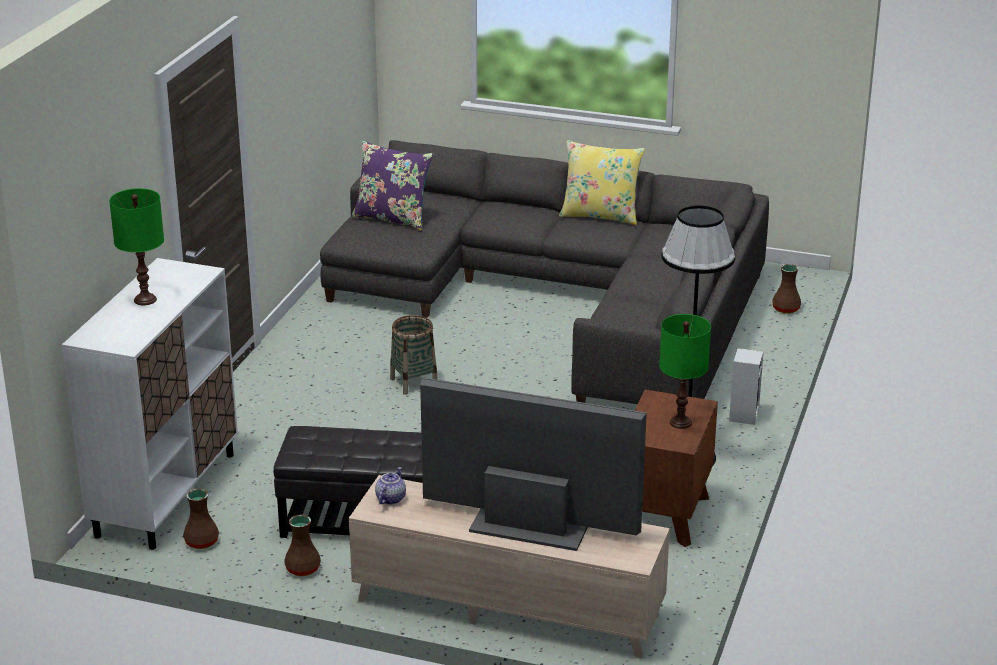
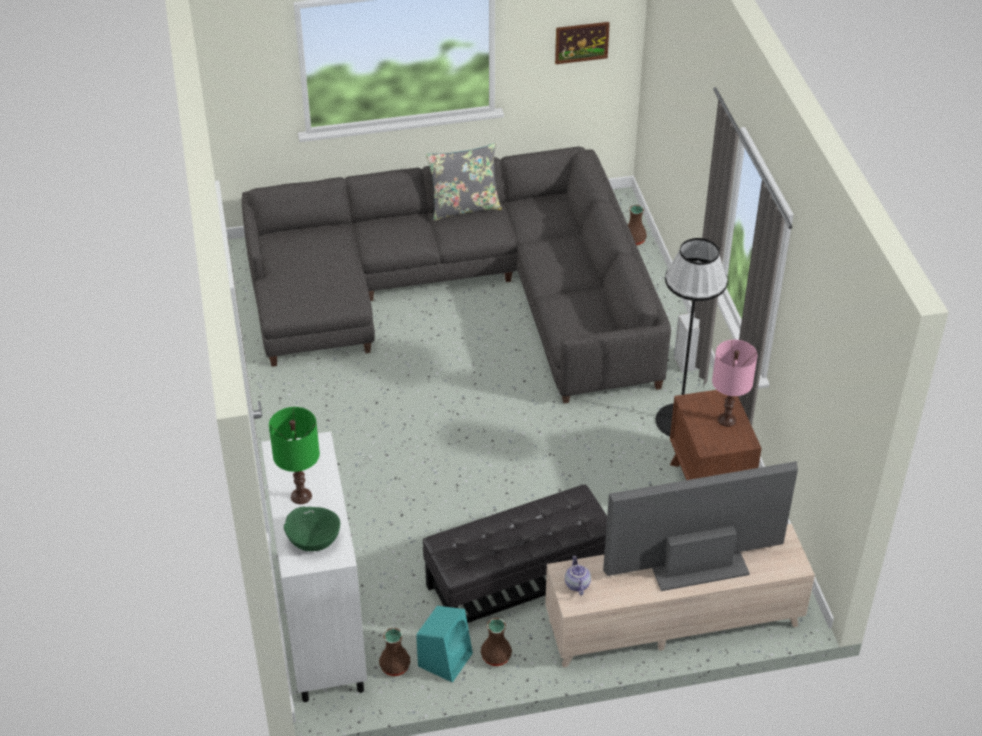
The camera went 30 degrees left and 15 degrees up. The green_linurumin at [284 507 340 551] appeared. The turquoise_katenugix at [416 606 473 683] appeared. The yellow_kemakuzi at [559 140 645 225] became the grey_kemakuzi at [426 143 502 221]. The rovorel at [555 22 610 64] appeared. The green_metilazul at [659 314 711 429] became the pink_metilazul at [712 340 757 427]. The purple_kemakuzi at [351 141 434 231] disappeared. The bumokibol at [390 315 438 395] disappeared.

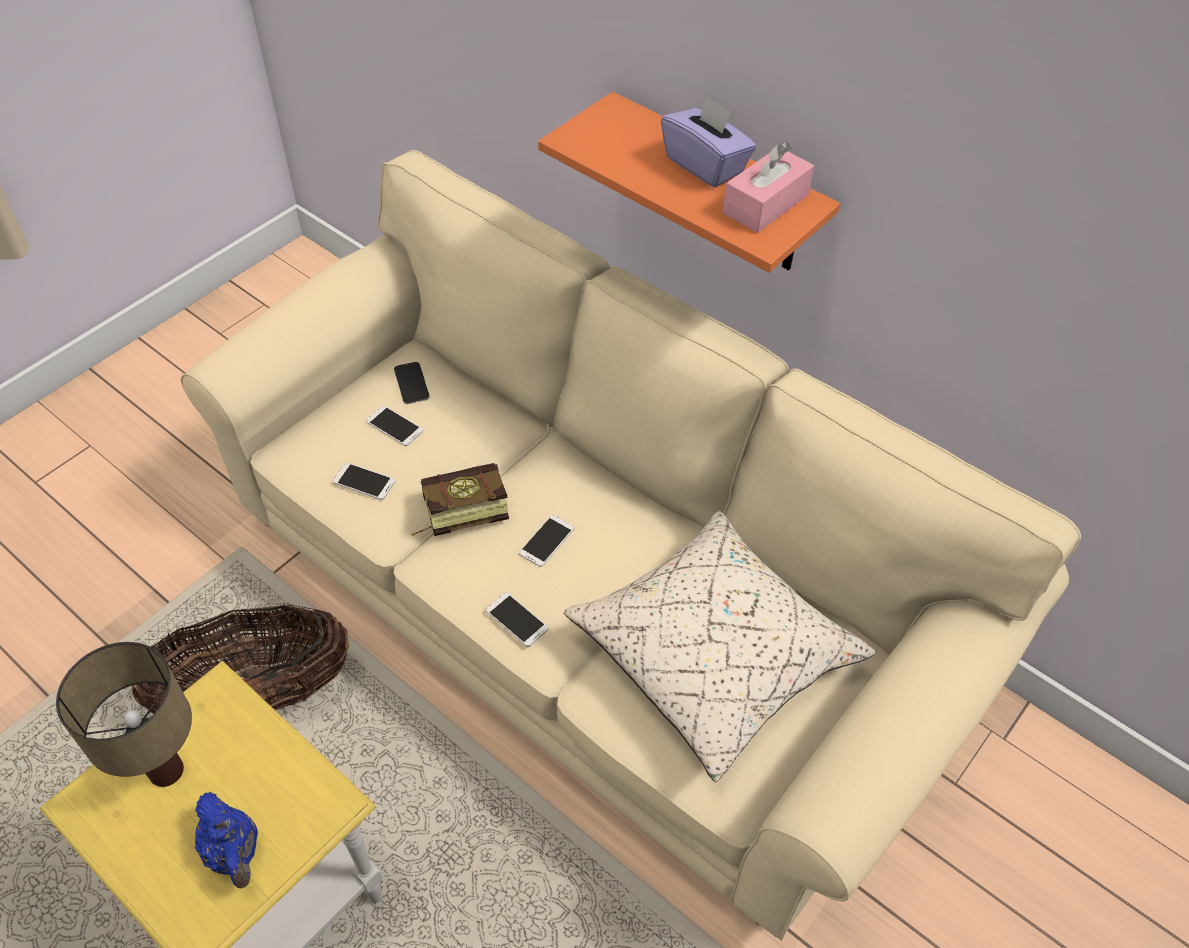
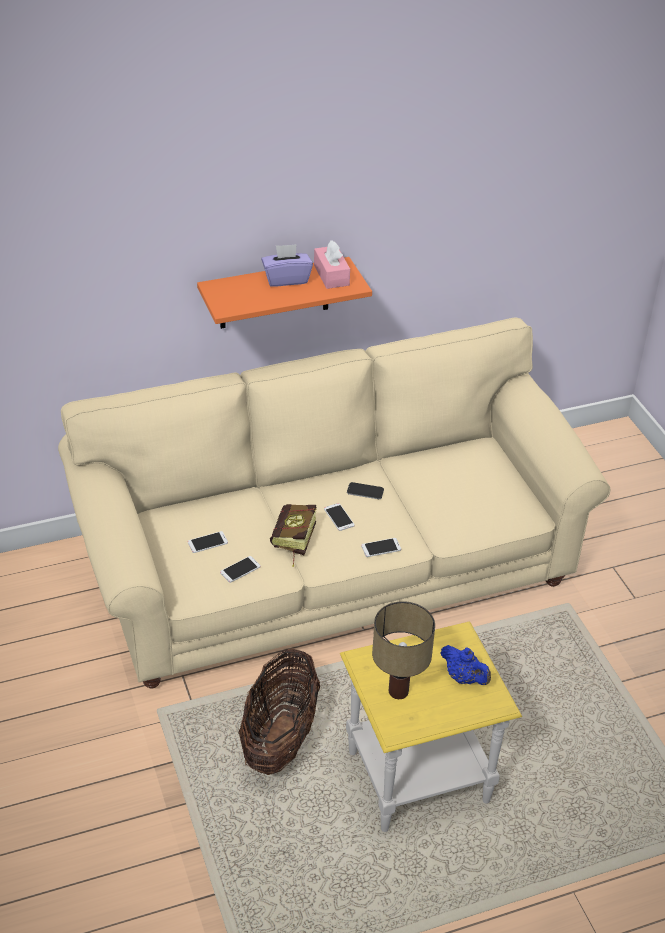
The camera went 60 degrees left and 10 degrees down. The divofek moved from [394 362 430 404] to [347 482 384 499]. The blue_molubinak at [195 792 258 888] turned 45 degrees clockwise. The beige_kemakuzi at [564 511 876 782] disappeared.

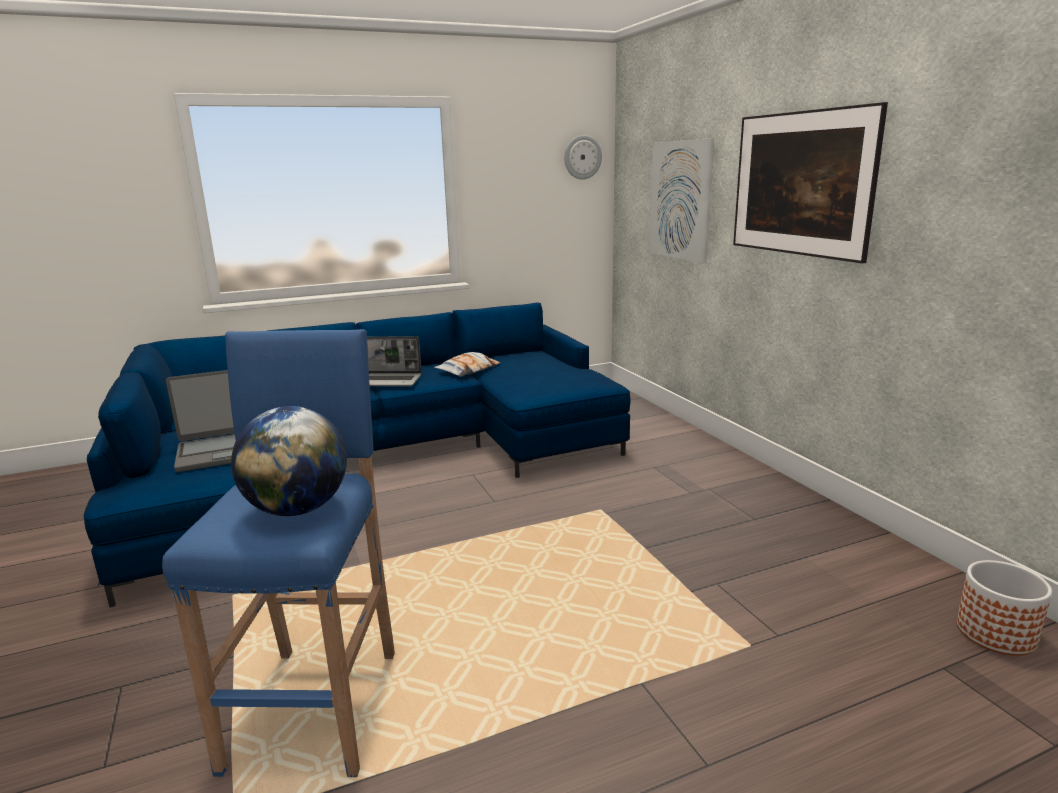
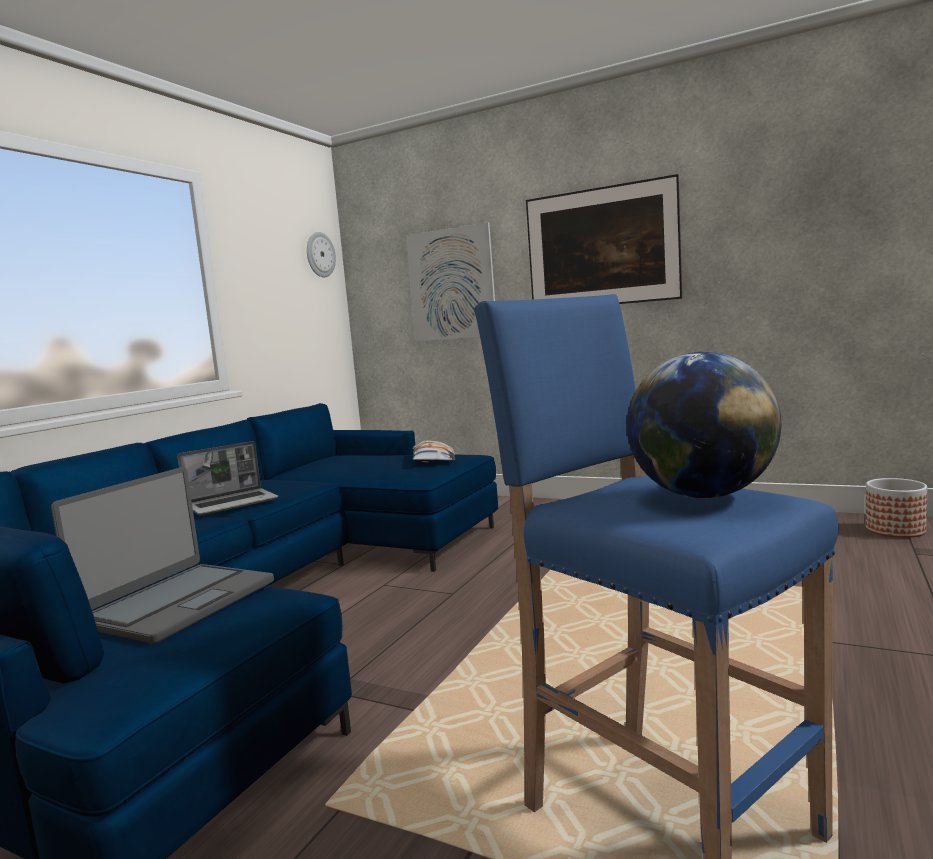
The camera went 40 degrees left and 10 degrees down. The kemakuzi moved from [434 352 500 377] to [412 441 456 463].

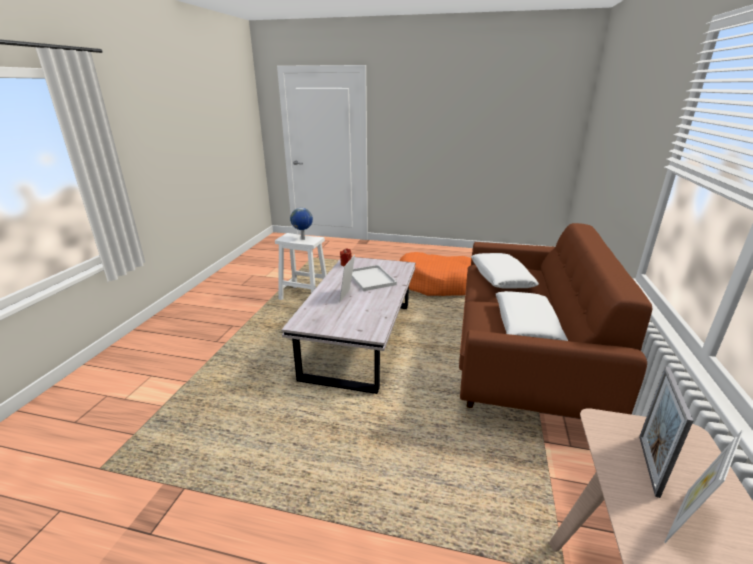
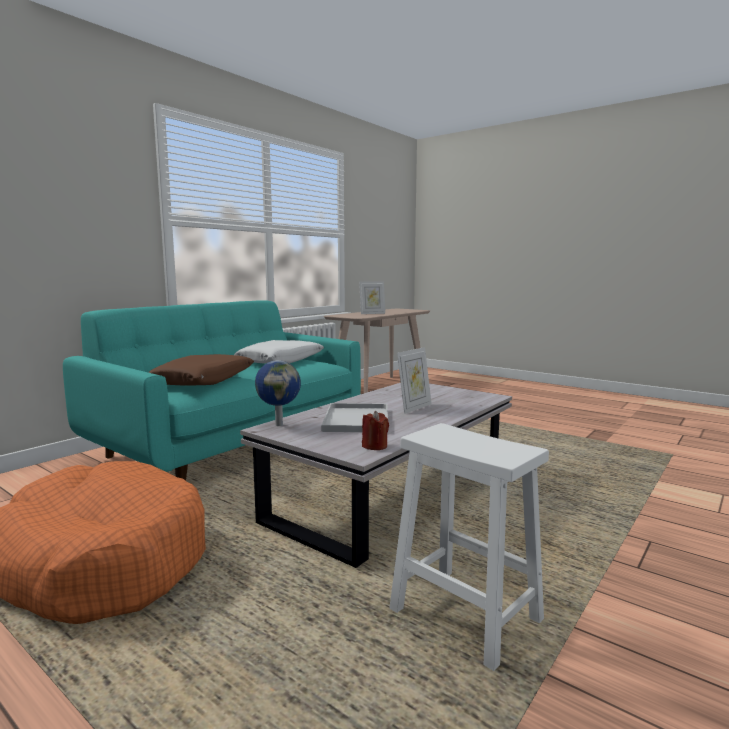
The camera went 155 degrees left and 15 degrees down. The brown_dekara at [459 223 652 419] became the turquoise_dekara at [63 300 361 481]. The white_kemakuzi at [471 253 539 289] became the brown_kemakuzi at [148 354 254 386]. The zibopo moved from [290 208 313 240] to [255 360 301 426]. The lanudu at [639 366 693 498] disappeared.

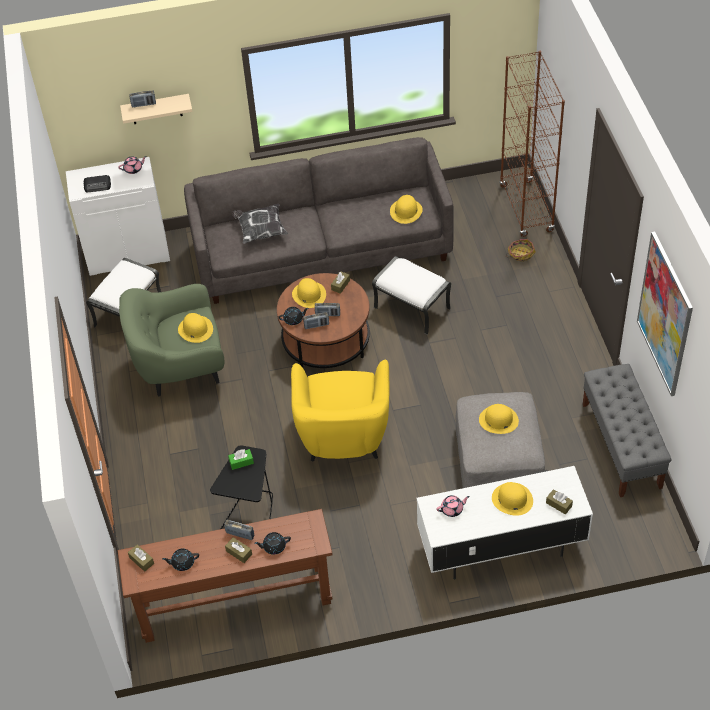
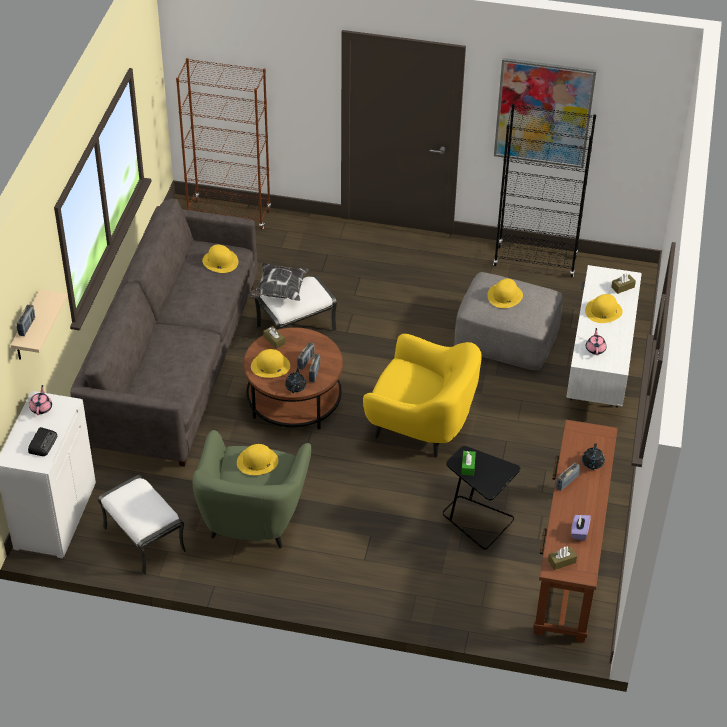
The camera went 70 degrees left and 5 degrees down. The kemakuzi moved from [232 204 288 244] to [249 263 309 301]. The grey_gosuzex at [582 364 671 497] was replaced by the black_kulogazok at [493 104 596 277]. The black_molubinak at [162 548 199 571] was replaced by the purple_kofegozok at [571 515 591 541]. The brown_kofegozok at [225 537 252 563] disappeared. The bumokibol at [506 239 536 262] disappeared.

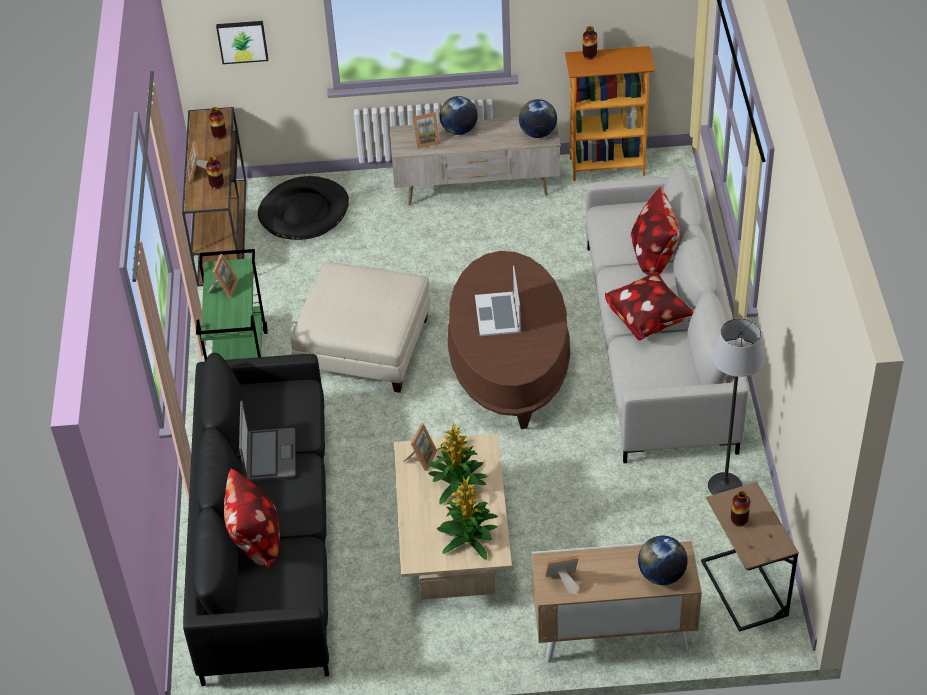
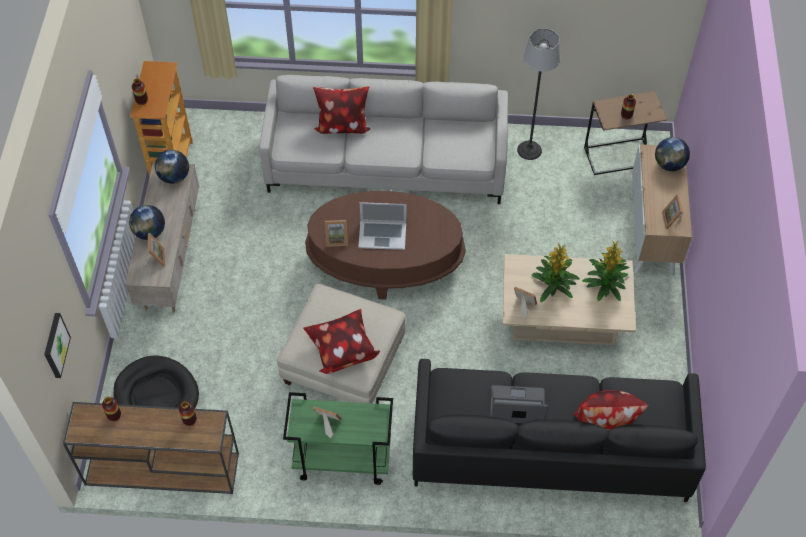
The camera went 85 degrees left and 10 degrees up. The kemakuzi moved from [605 272 694 340] to [303 309 380 374]. The lanudu moved from [187 141 209 183] to [325 220 348 247].

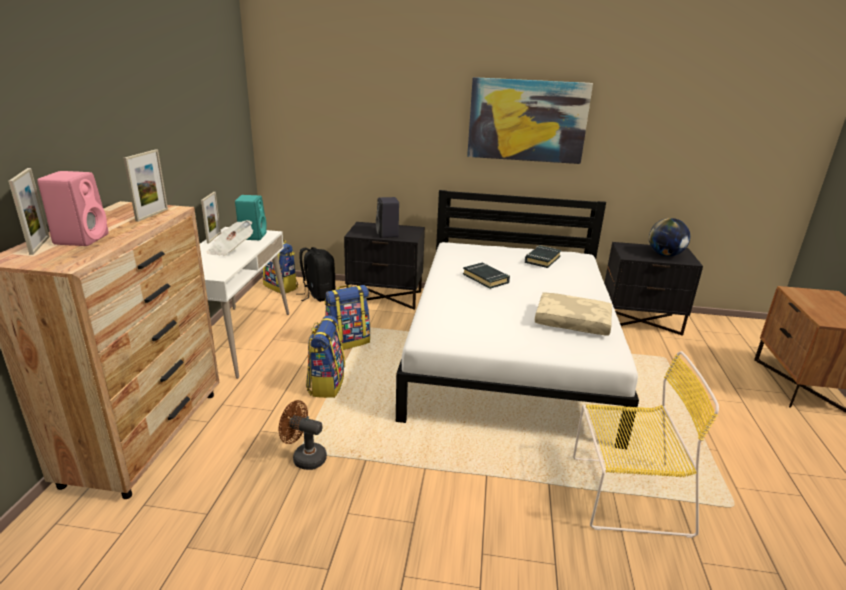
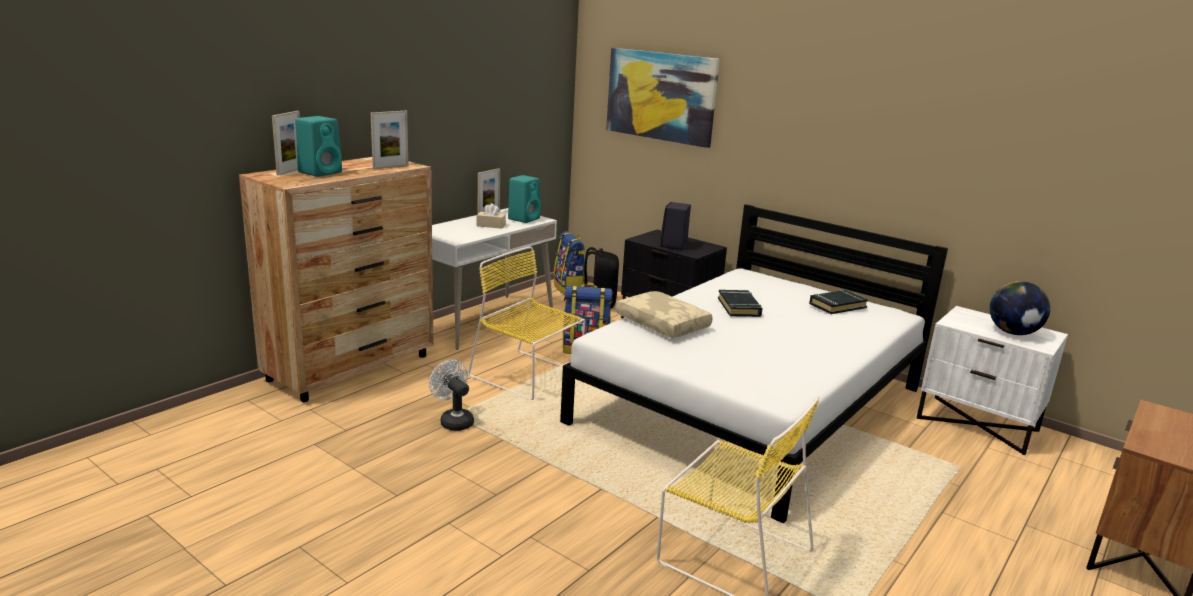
The camera went 30 degrees right and 5 degrees down. The pink_katenugix at [37 171 109 246] became the turquoise_katenugix at [295 116 342 177]. The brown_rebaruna at [278 400 327 470] became the white_rebaruna at [429 359 474 431]. The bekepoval at [306 315 345 398] was replaced by the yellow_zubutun at [468 246 585 400]. The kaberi at [207 220 253 256] was replaced by the beige_kofegozok at [477 203 506 229]. The rovorel moved from [467 77 593 164] to [606 48 720 148]. The beige_kemakuzi moved from [535 292 612 336] to [616 291 712 338]. The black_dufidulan at [604 242 703 336] became the white_dufidulan at [917 306 1068 455].

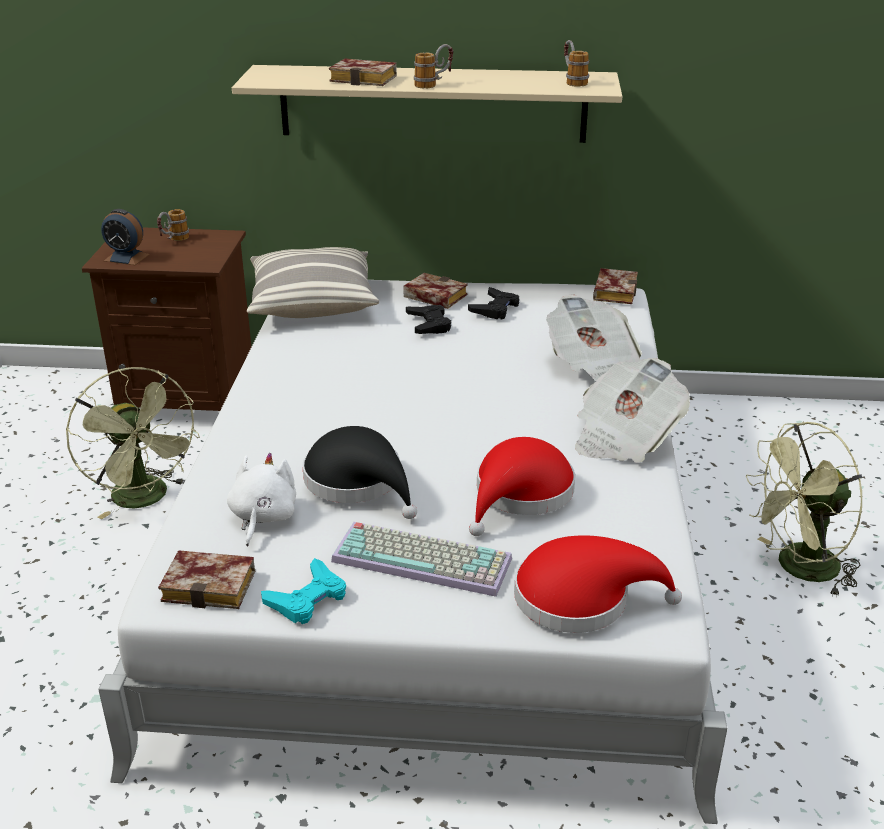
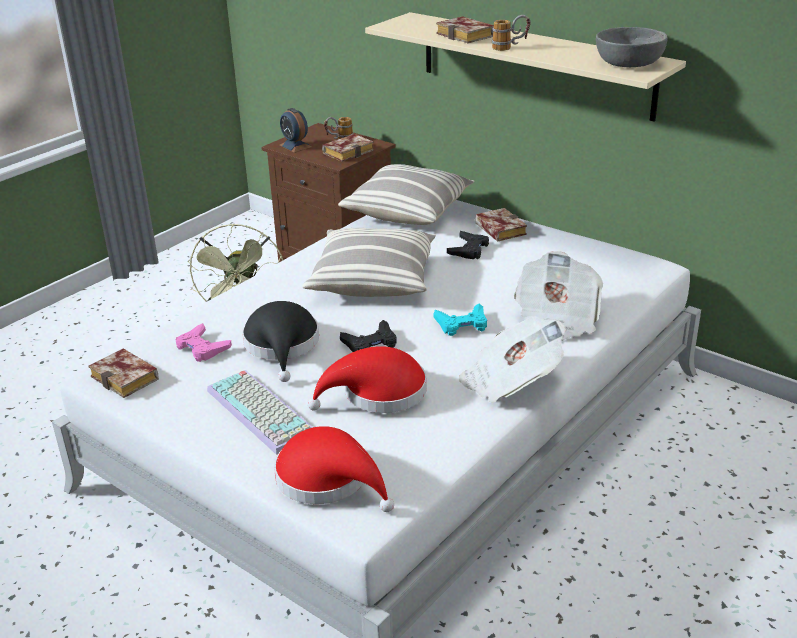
The camera went 35 degrees right and 0 degrees up. The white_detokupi at [227 453 296 547] was replaced by the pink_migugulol at [175 323 232 362]. The kemakuzi at [303 228 436 297] appeared. The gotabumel moved from [593 268 638 304] to [322 134 374 162]. The black_migugulol moved from [468 287 519 320] to [340 320 397 352]. The turquoise_migugulol moved from [261 558 346 624] to [433 303 487 336]. The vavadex at [564 40 589 87] was replaced by the grey_linurumin at [596 27 668 67]. The green_rebaruna at [746 422 862 598] disappeared.

